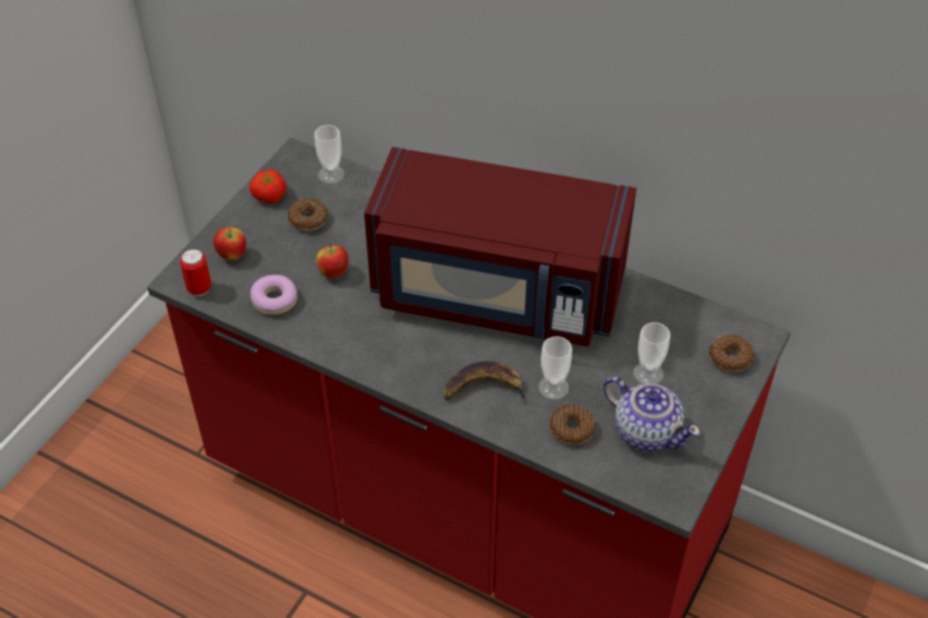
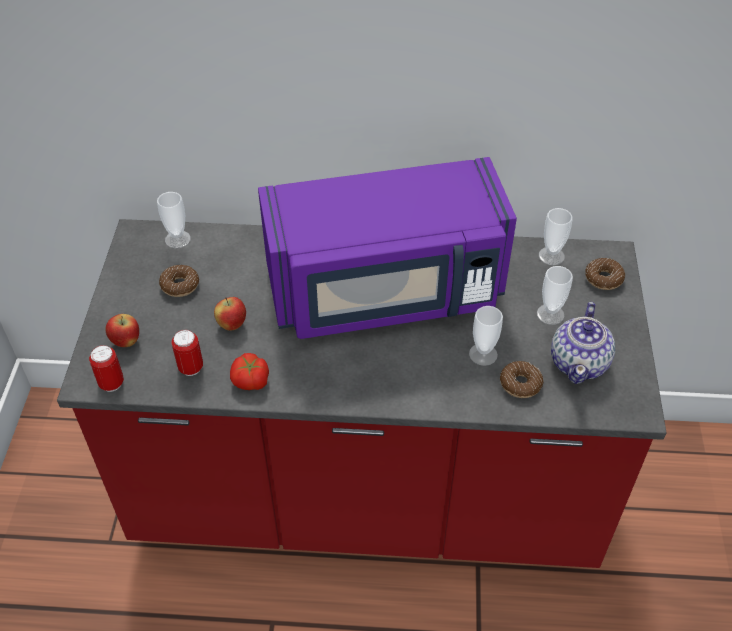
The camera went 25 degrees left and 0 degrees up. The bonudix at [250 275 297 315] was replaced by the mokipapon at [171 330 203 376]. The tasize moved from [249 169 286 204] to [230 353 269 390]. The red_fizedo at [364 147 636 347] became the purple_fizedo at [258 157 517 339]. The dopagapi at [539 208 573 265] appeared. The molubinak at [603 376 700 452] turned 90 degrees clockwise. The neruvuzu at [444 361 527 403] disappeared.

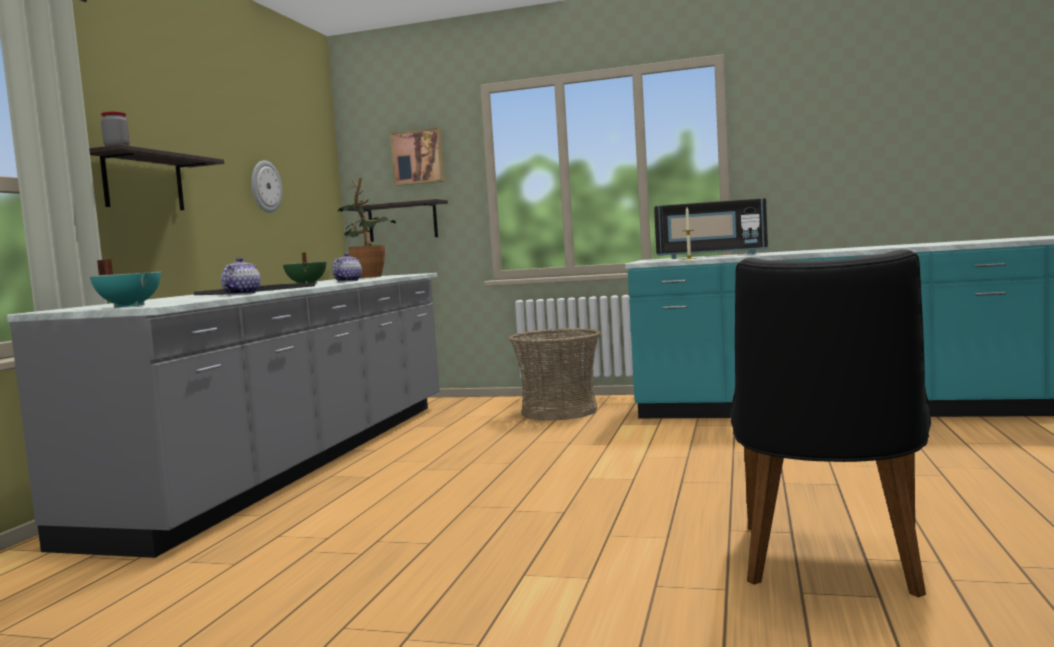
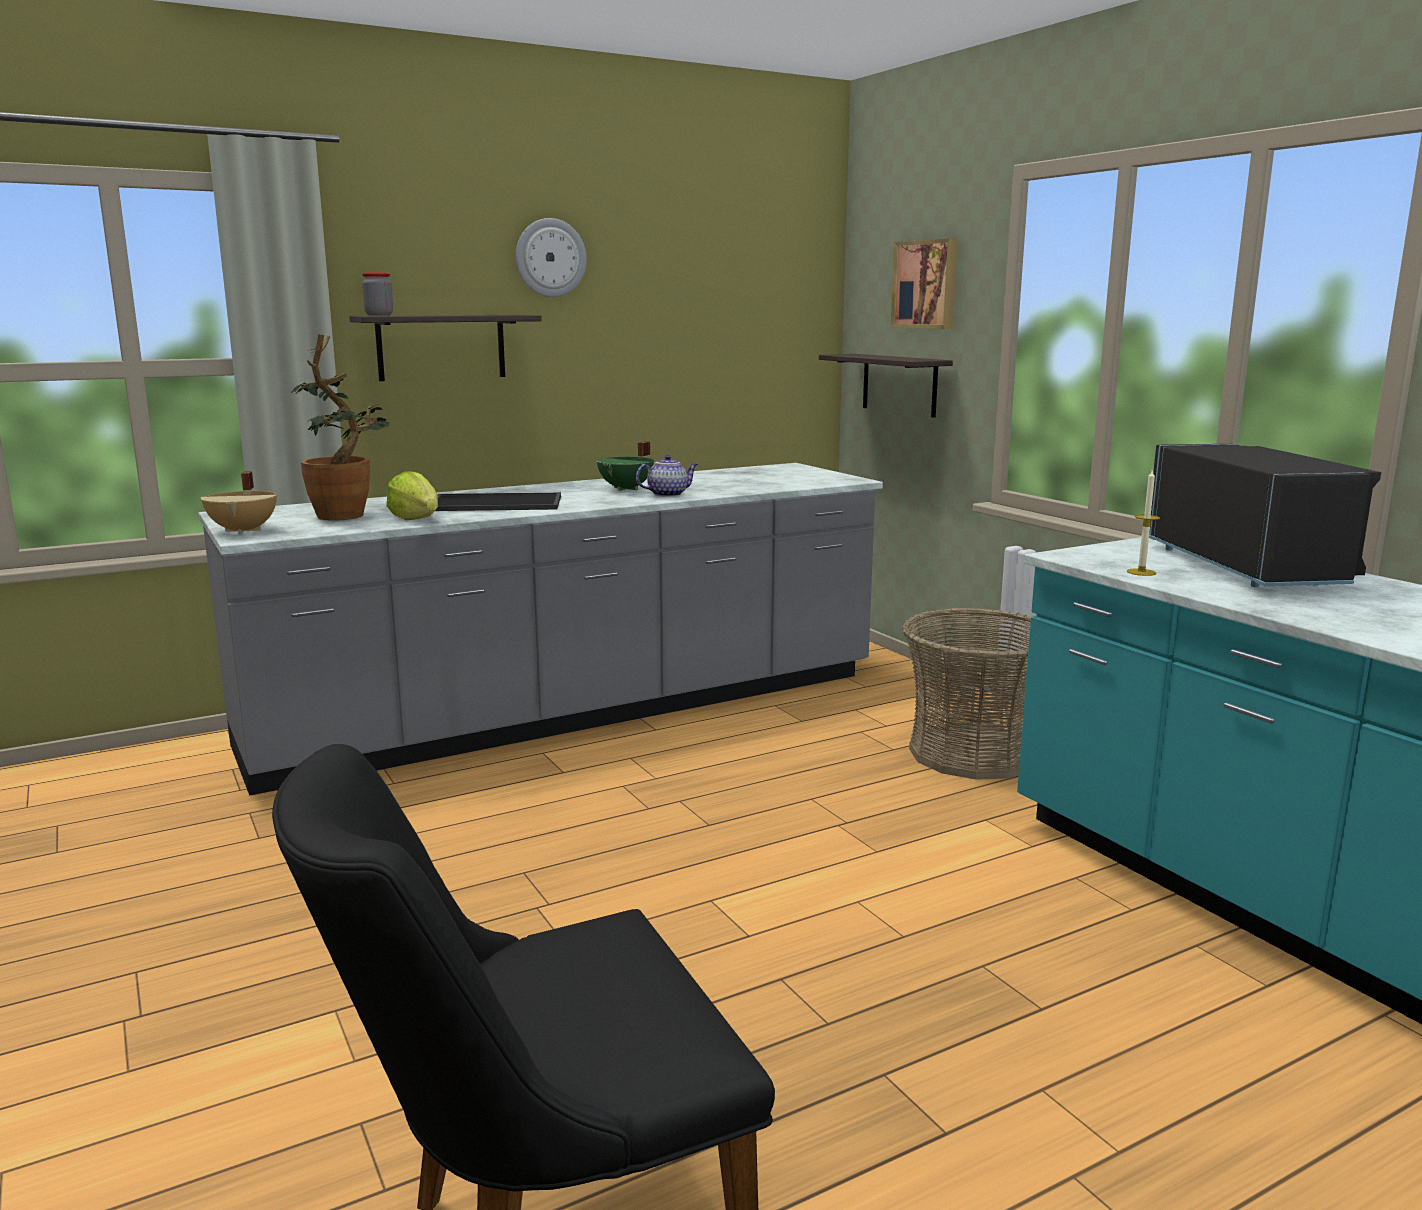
The camera went 45 degrees right and 10 degrees up. The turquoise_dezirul at [90 259 161 308] became the beige_dezirul at [200 471 277 534]. The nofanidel moved from [338 178 396 278] to [291 334 390 521]. The molubinak at [221 258 261 295] was replaced by the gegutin at [386 471 438 520]. The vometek moved from [252 161 282 213] to [516 218 587 297]. The black_fizedo at [654 198 768 259] turned 150 degrees counterclockwise.

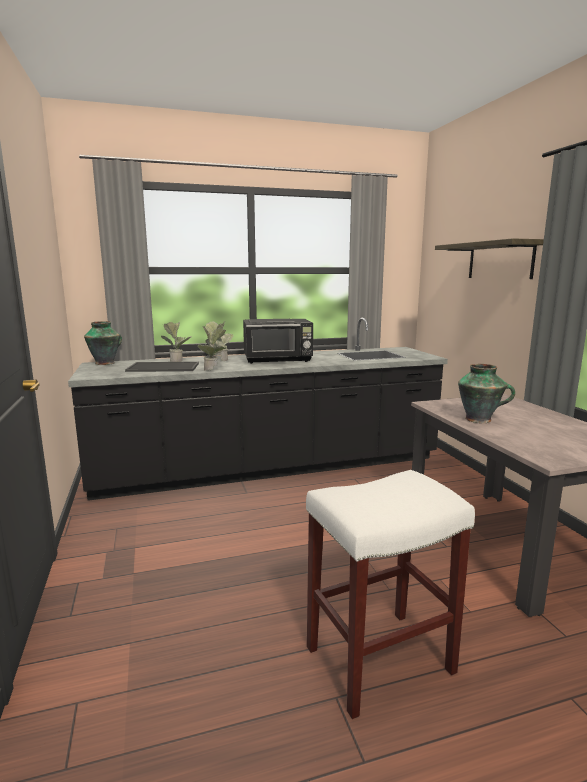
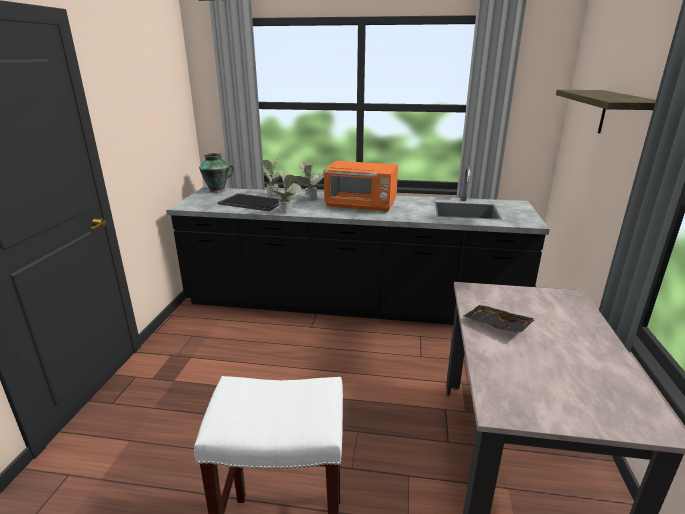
The camera went 25 degrees right and 10 degrees up. The black_fizedo at [243 319 313 364] became the orange_fizedo at [323 161 398 212]. The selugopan at [458 364 515 423] was replaced by the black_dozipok at [464 305 535 333].

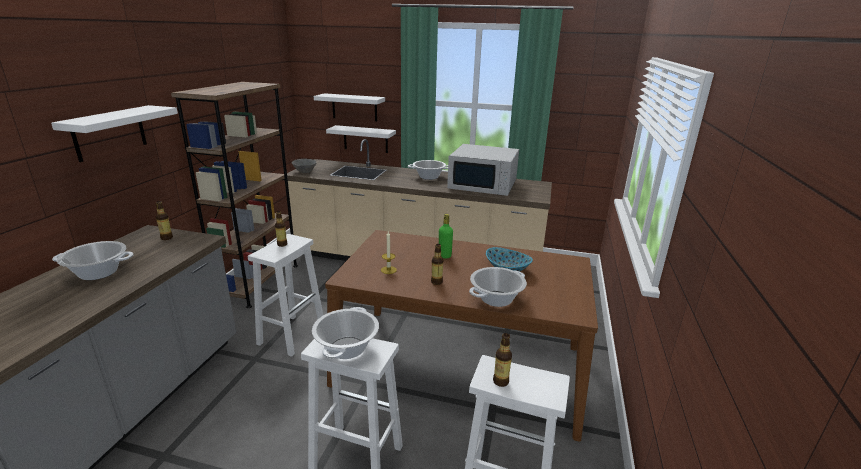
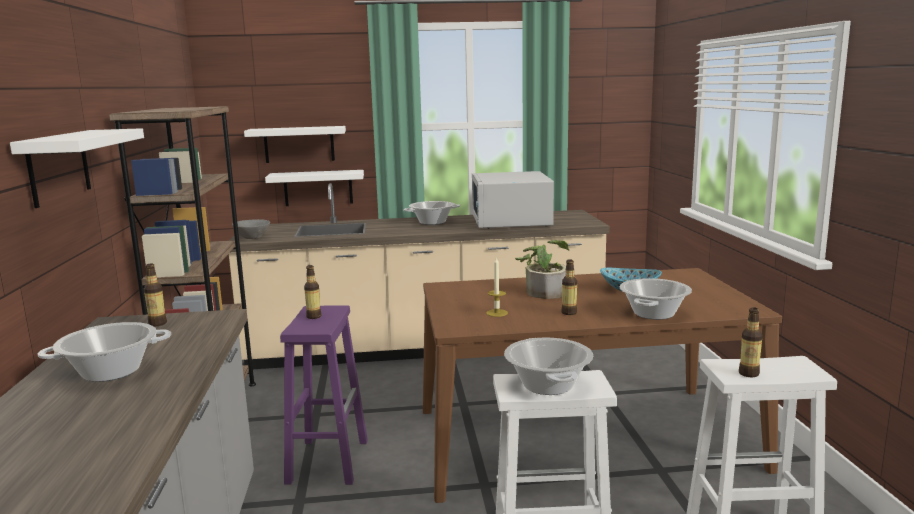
The camera went 20 degrees left and 10 degrees down. The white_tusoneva at [248 234 323 357] became the purple_tusoneva at [280 305 368 485]. The white_fizedo at [447 144 519 196] turned 90 degrees clockwise. The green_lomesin at [439 214 453 258] was replaced by the nofanidel at [515 240 569 299].

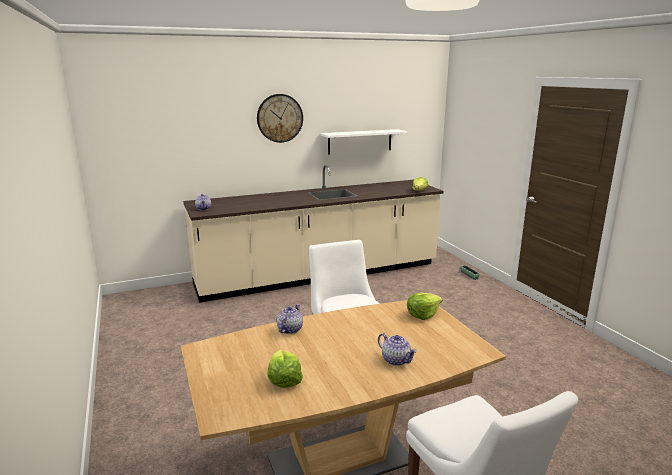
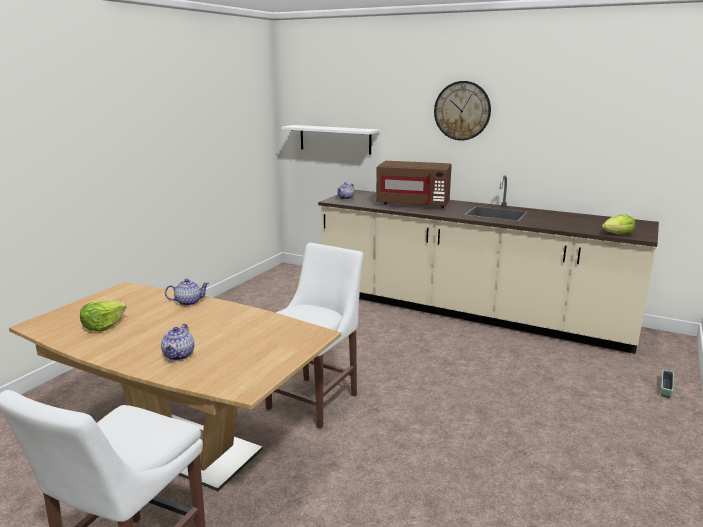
The camera went 50 degrees right and 0 degrees up. The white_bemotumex moved from [321 129 407 154] to [281 125 380 155]. The brown_fizedo at [376 161 452 208] appeared. The gegutin at [407 293 442 320] disappeared.

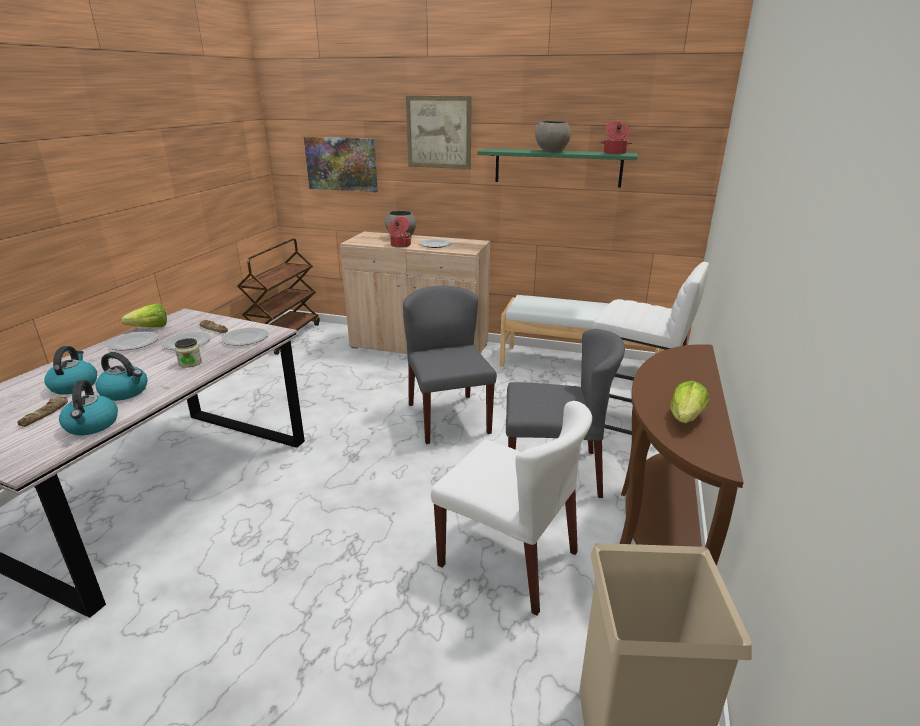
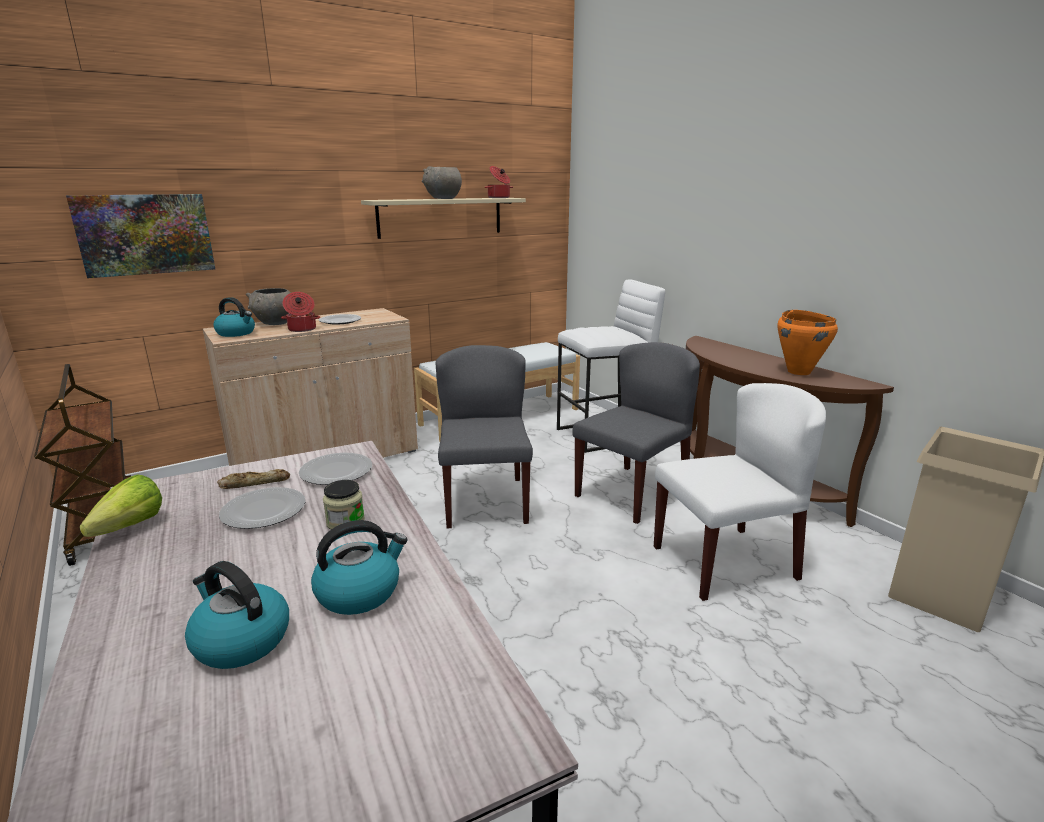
The camera went 50 degrees left and 5 degrees down. The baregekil moved from [59 380 118 436] to [213 297 255 337]. The green_bemotumex at [477 148 638 188] became the beige_bemotumex at [361 198 526 239]. The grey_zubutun at [403 286 497 444] turned 60 degrees clockwise. The gegutin at [670 381 709 423] was replaced by the orange_dezirul at [777 310 838 375]. The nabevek at [17 397 68 427] disappeared. The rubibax at [107 332 158 350] disappeared. The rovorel at [406 96 472 169] disappeared.

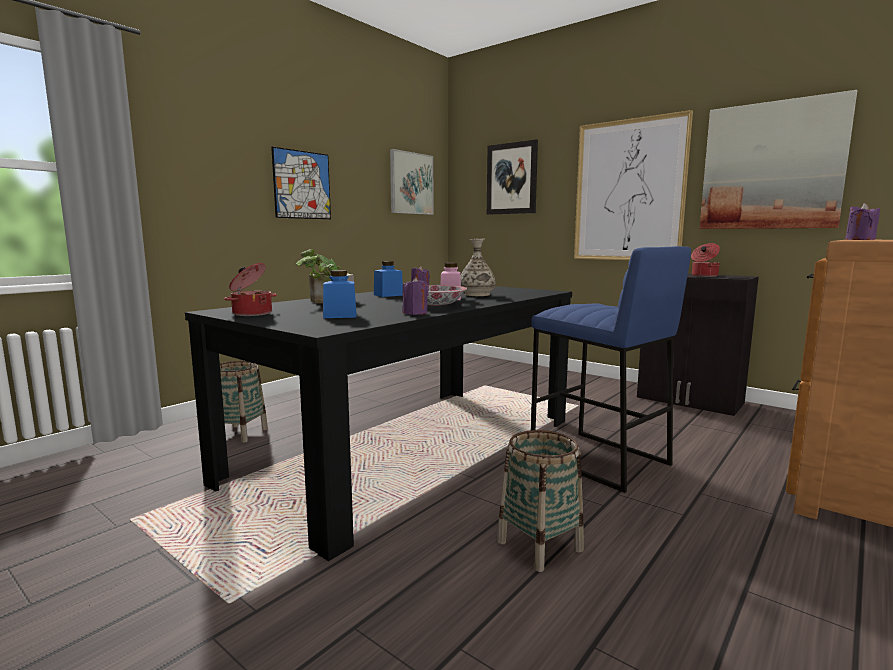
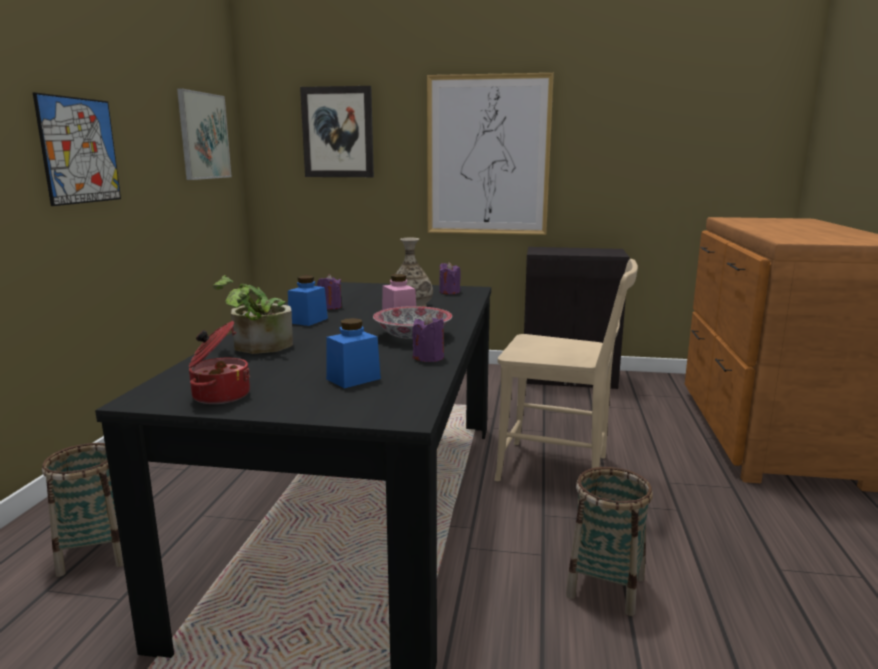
The camera went 30 degrees left and 5 degrees up. The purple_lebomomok moved from [845 203 880 240] to [439 262 461 294]. The blue_tusoneva at [531 246 691 493] was replaced by the beige_zubutun at [494 259 638 481]. The dezirul at [691 243 720 277] disappeared. The rovorel at [700 90 857 229] disappeared.

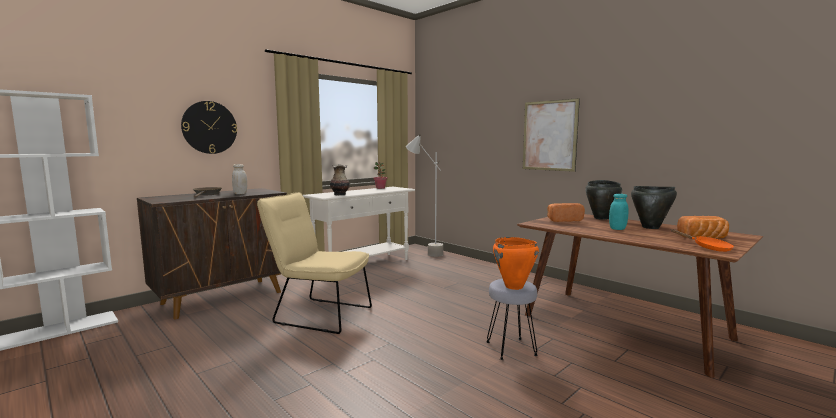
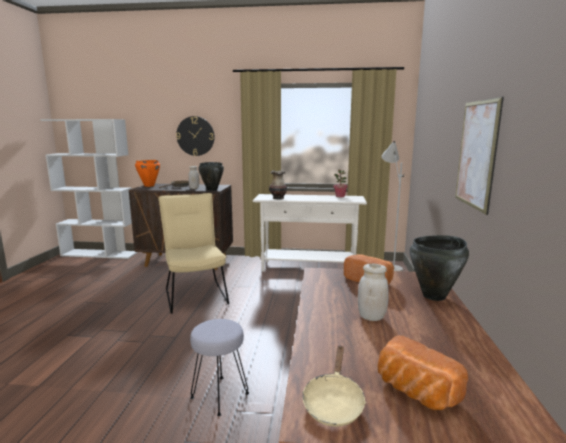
The camera went 50 degrees right and 5 degrees up. The orange_dezirul moved from [493 237 539 290] to [135 160 160 187]. The black_dezirul moved from [631 186 677 229] to [198 162 224 191]. The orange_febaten at [670 229 734 252] became the beige_febaten at [302 345 366 427]. The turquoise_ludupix at [609 194 629 230] became the white_ludupix at [358 263 389 321].

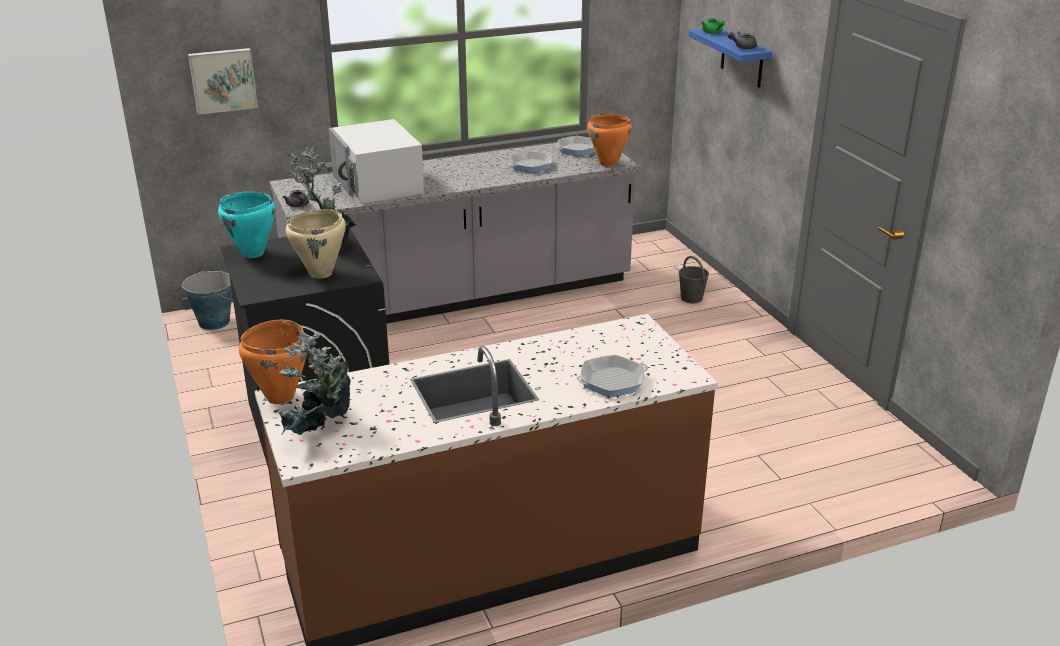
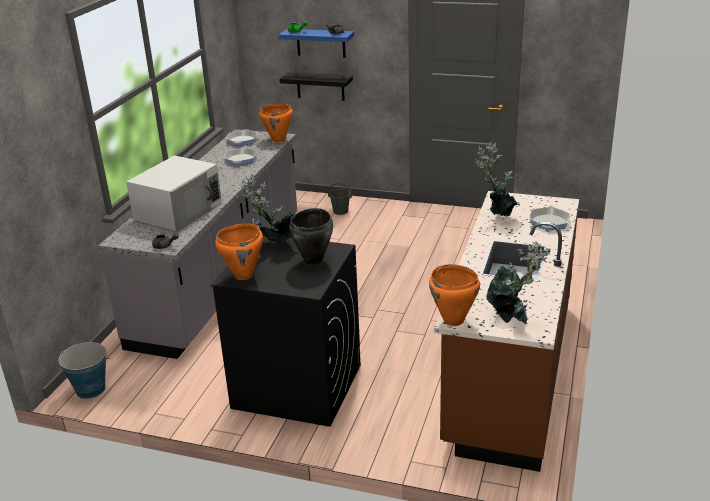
The camera went 50 degrees left and 0 degrees up. The white_fizedo at [328 119 424 204] turned 75 degrees counterclockwise. The turquoise_dezirul at [218 192 276 258] became the orange_dezirul at [215 223 263 280]. The black_bemotumex at [279 72 353 101] appeared. The beige_dezirul at [286 209 346 279] became the black_dezirul at [289 208 333 265]. The nofanidel at [475 142 520 216] appeared. The rovorel at [188 48 258 115] disappeared.

